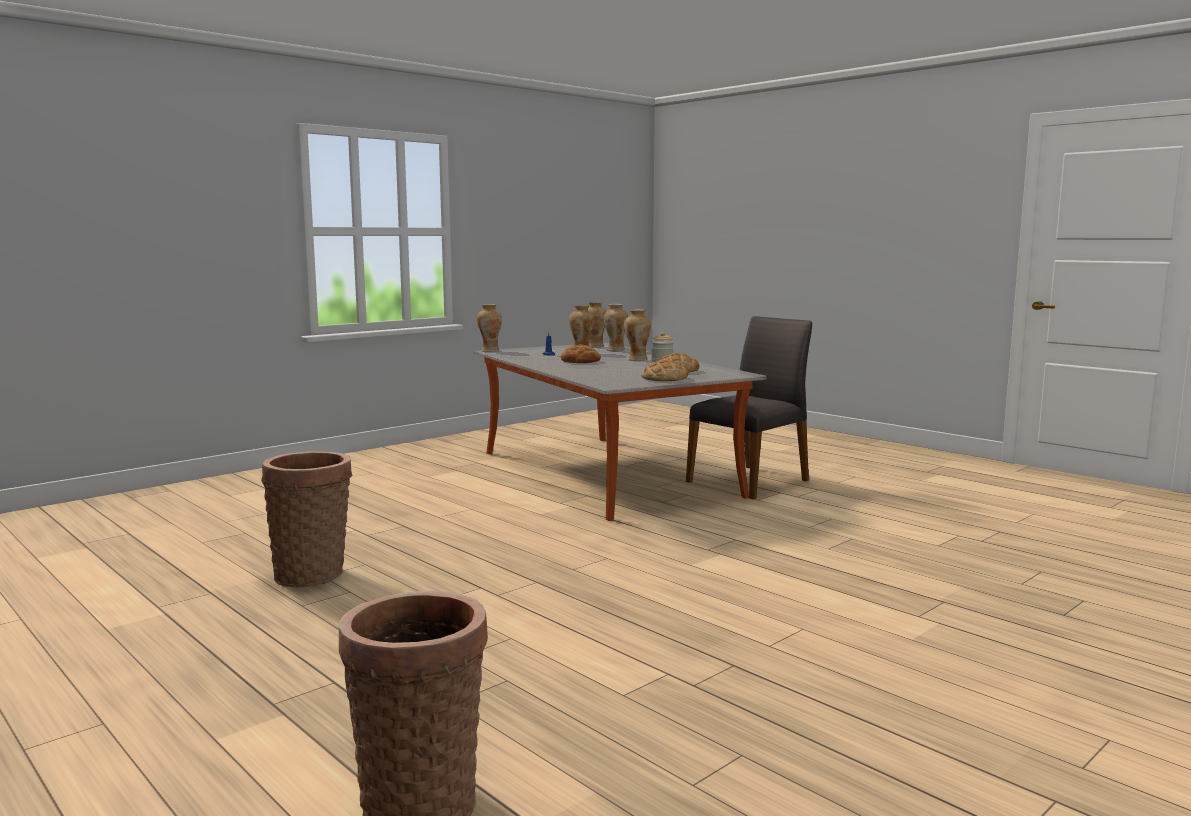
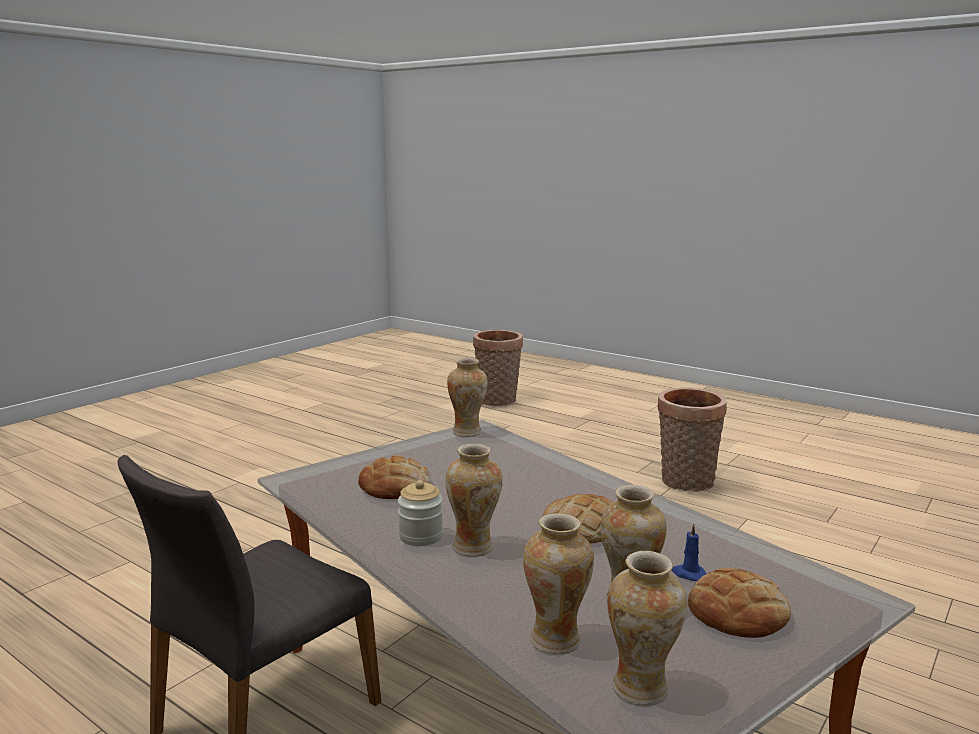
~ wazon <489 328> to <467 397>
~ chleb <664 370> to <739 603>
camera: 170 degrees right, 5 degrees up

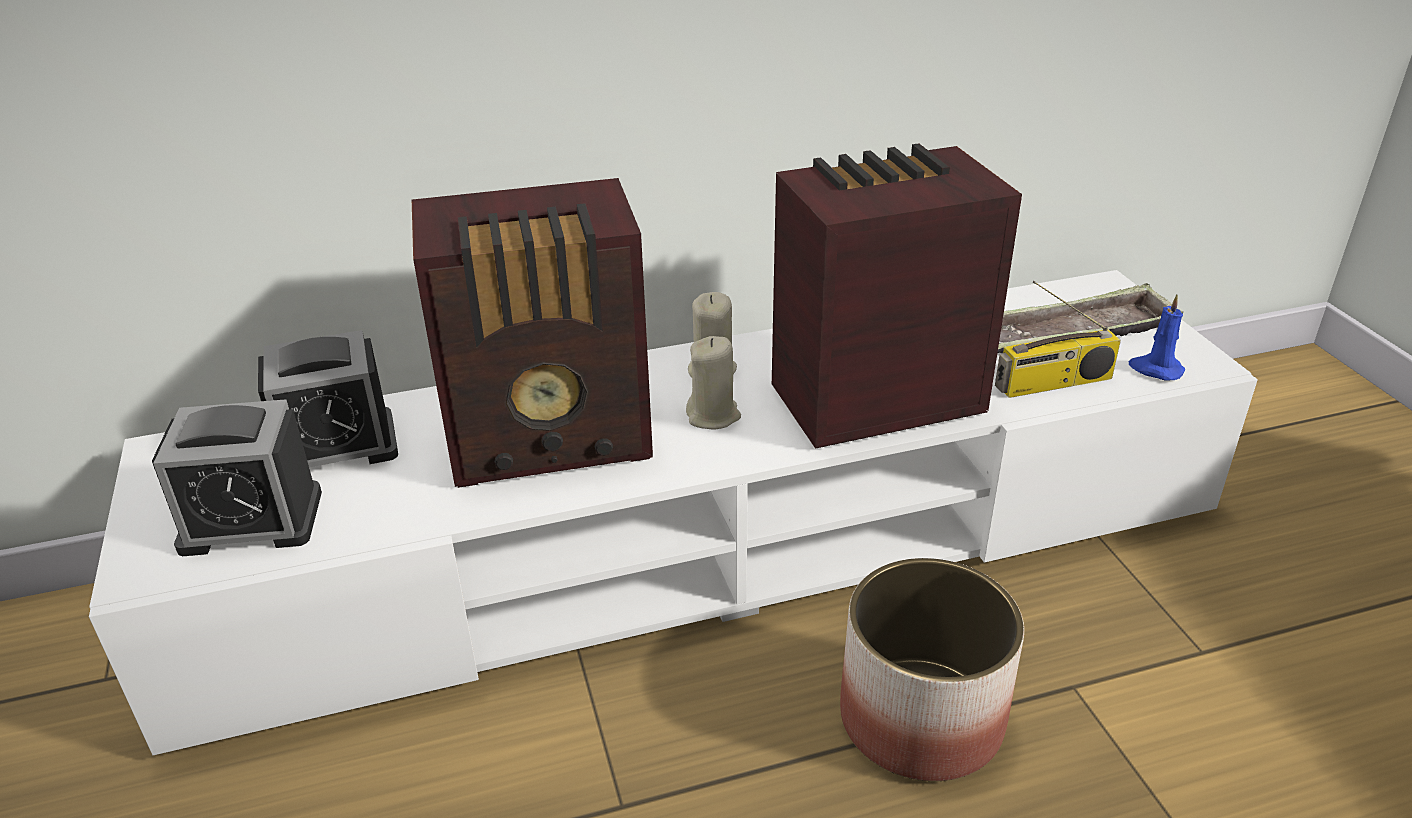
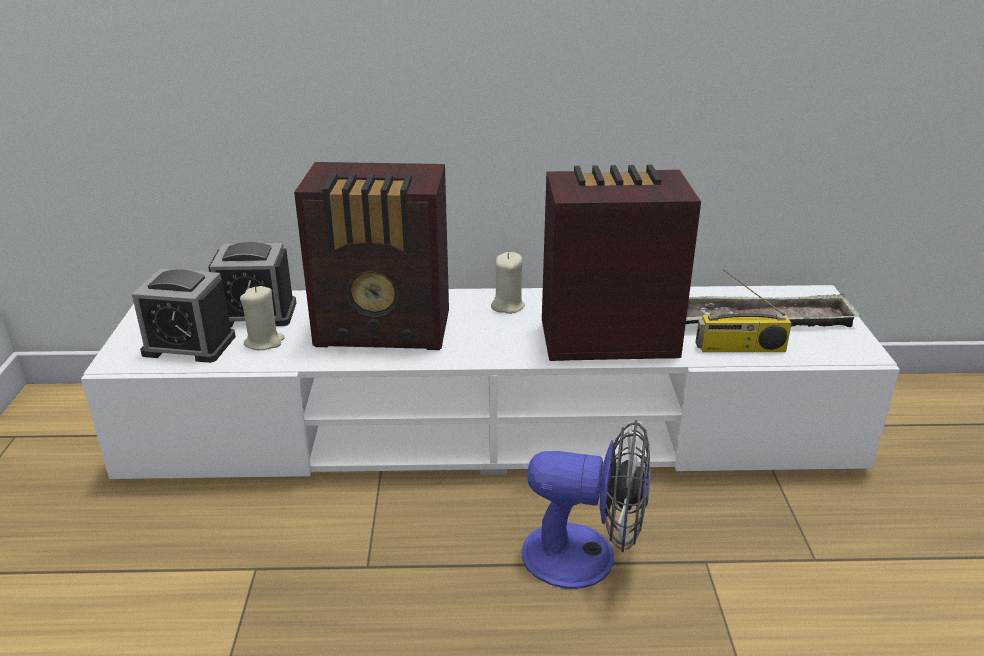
- świeca/niebieski <1157 337>
~ świeca/beżowy <713 382> to <262 318>
~ donica <932 669> to wentylator <586 504>
camera: 15 degrees right, 5 degrees down

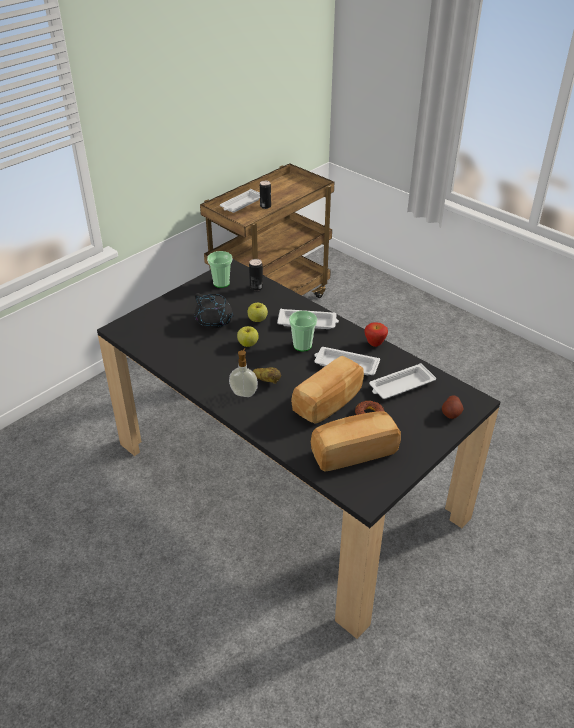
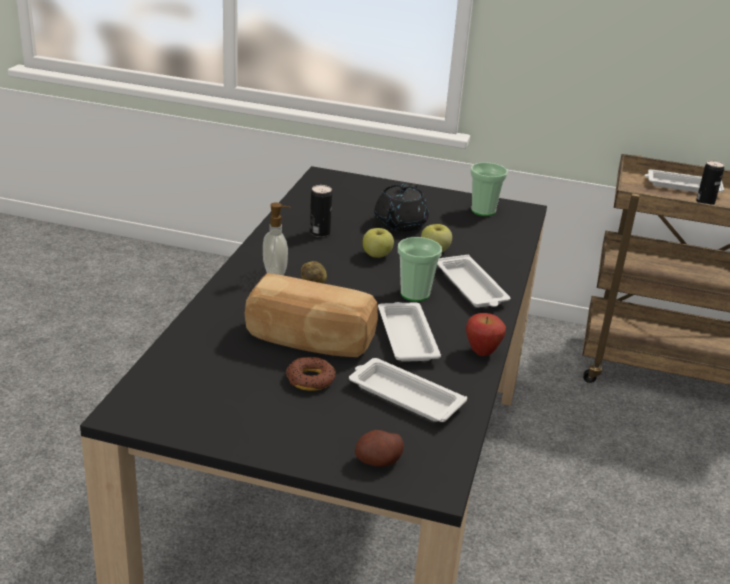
- chleb <356 441>
~ puszka <256 275> to <321 211>
camera: 60 degrees right, 10 degrees down

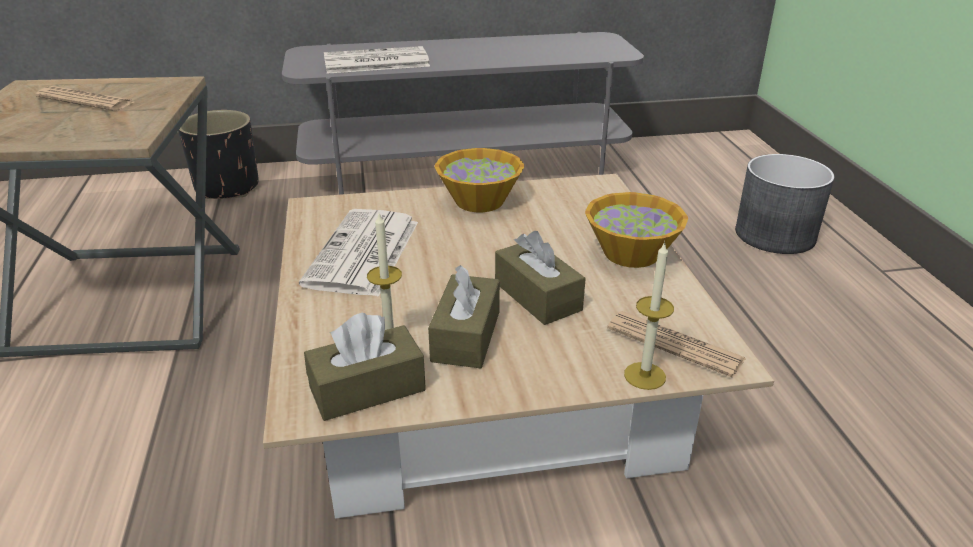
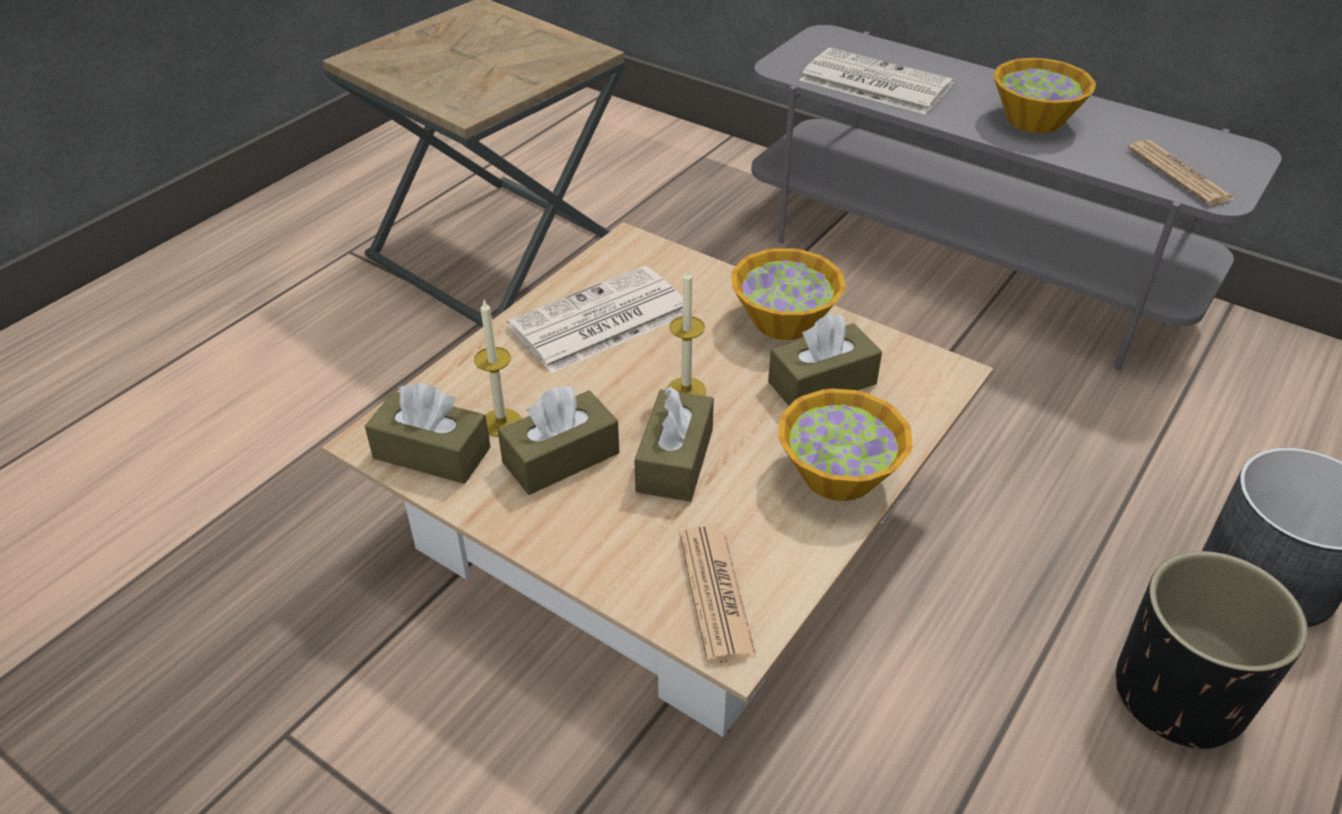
+ pudełko chusteczek/brązowy <825 360>
+ miska <1044 95>
~ gazeta <85 98> to <1181 173>
~ donica/czarny <218 154> to <1212 651>
~ świeca <649 315> to <686 332>
camera: 45 degrees right, 10 degrees up

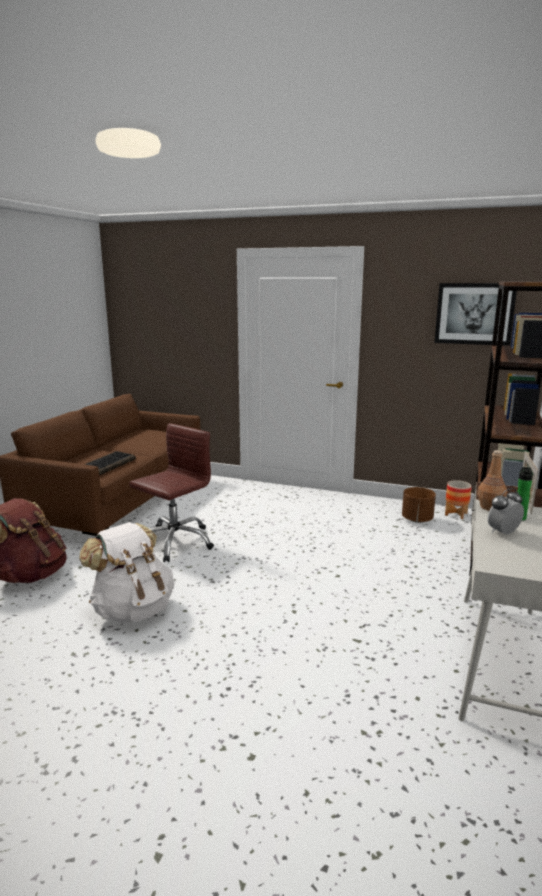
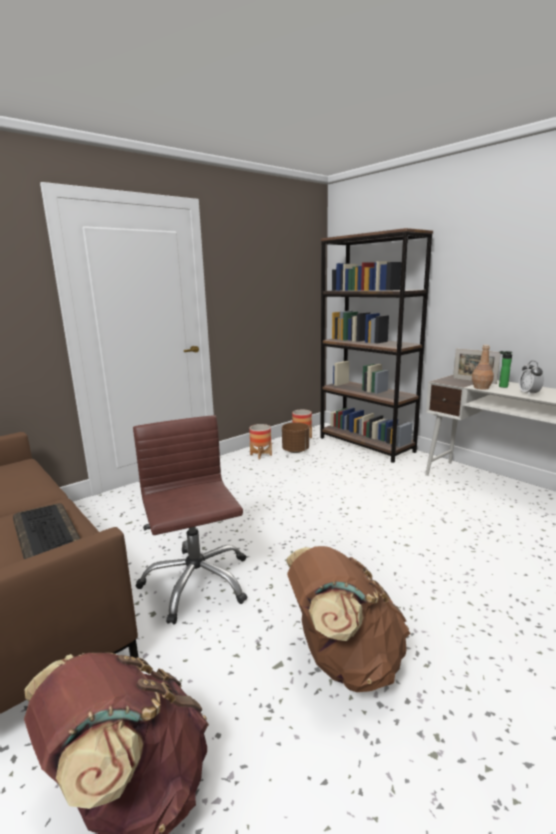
- obraz <475 314>
+ donica <260 441>
~ plecak/biały <127 572> to plecak/brązowy <348 619>
camera: 60 degrees left, 0 degrees up

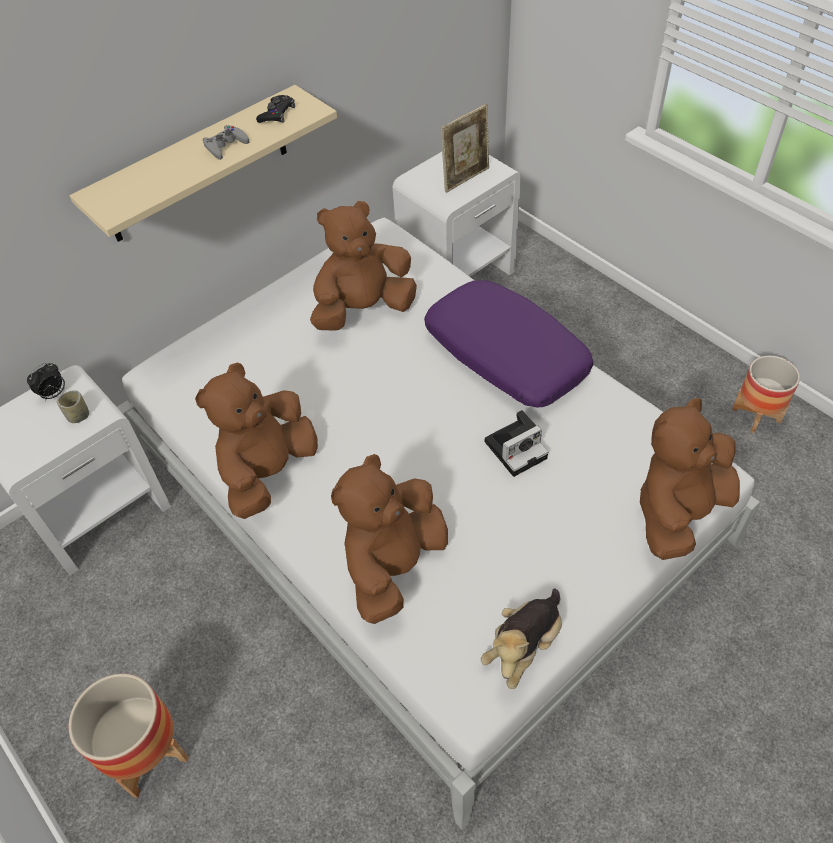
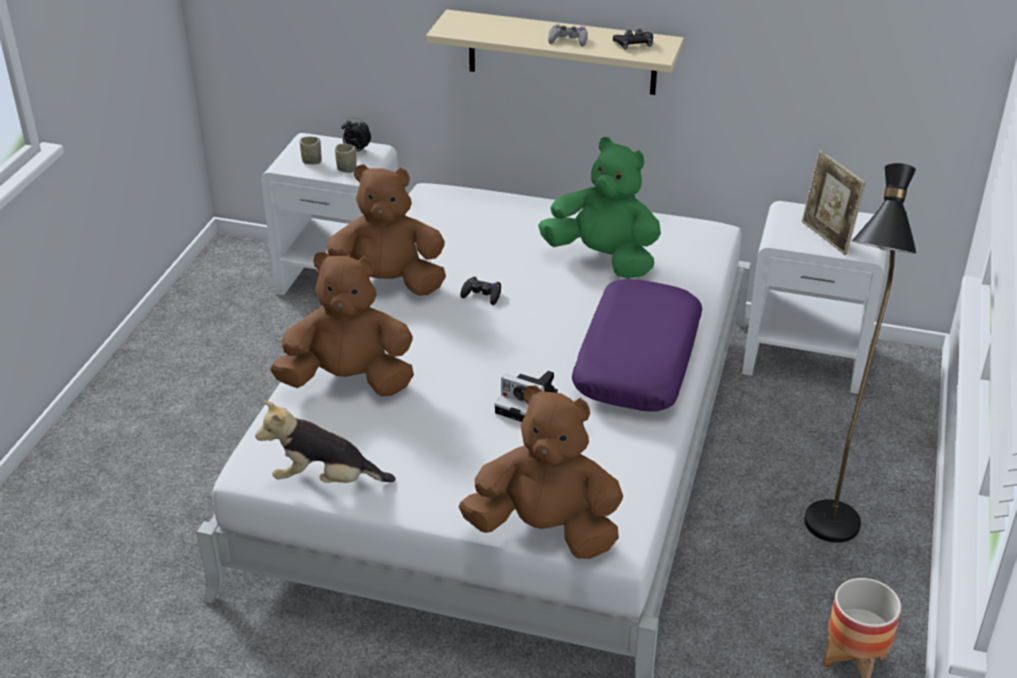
- donica <128 735>
+ filiżanka <310 150>
+ pad do gier/czarny <481 291>
+ lampa stojąca/czarny <860 353>
~ pluszak/brązowy <363 265> to pluszak/zielony <599 208>
~ ramka na zdjęcie <465 148> = <834 202> 45 degrees clockwise
camera: 55 degrees right, 15 degrees down

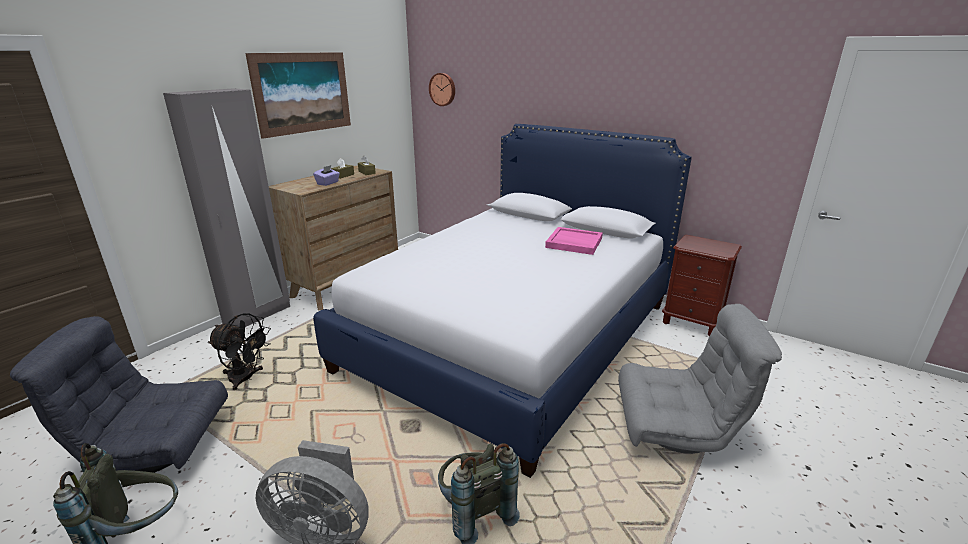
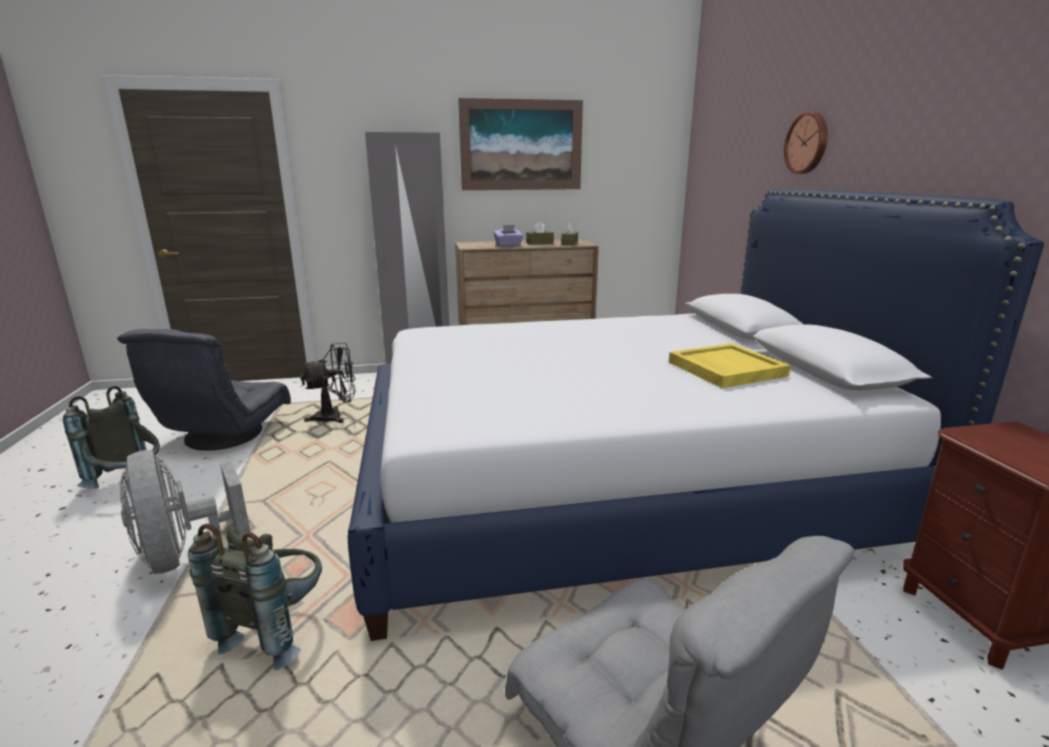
~ zegar ścienny <442 89> to <806 143>
~ taca/różowy <574 241> to taca/żółty <730 365>
~ fotel/szary <119 394> = <204 390> 120 degrees counterclockwise
~ wentylator/czarny <239 351> = <328 383> 90 degrees counterclockwise
camera: 45 degrees right, 5 degrees down

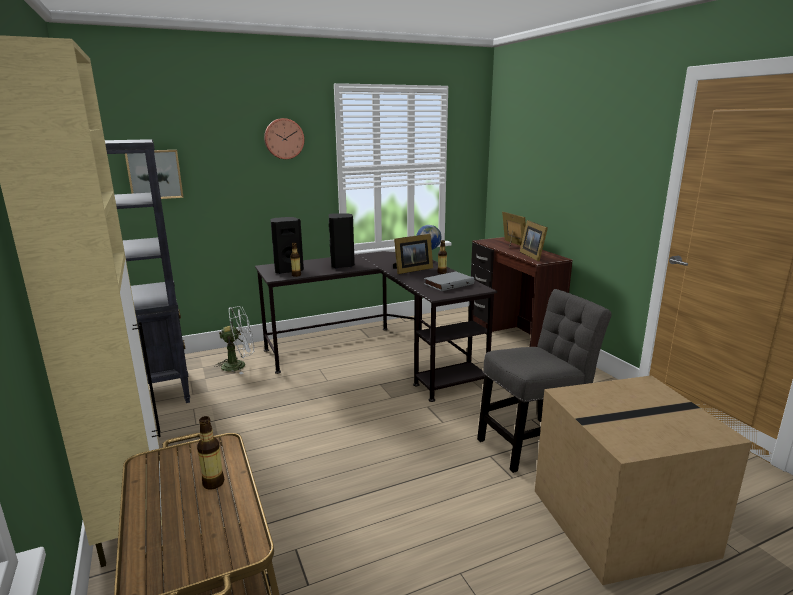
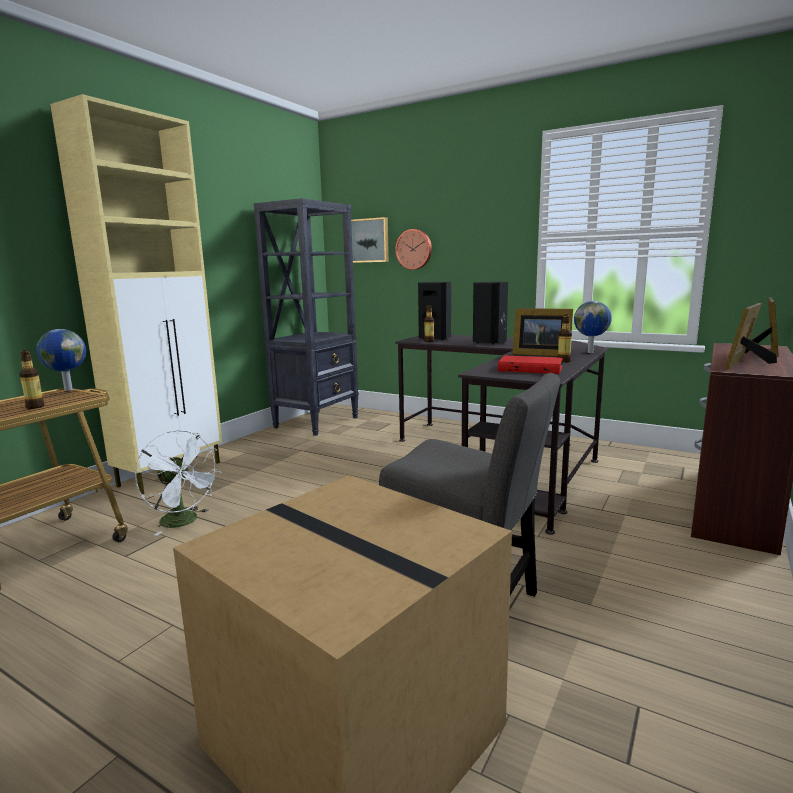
+ globus <61 360>
~ wentylator/biały <234 340> to <178 483>
~ zegar ścienny <284 138> to <413 249>
~ książka/szary <449 281> to książka/czerwony <530 364>
camera: 55 degrees right, 5 degrees down

